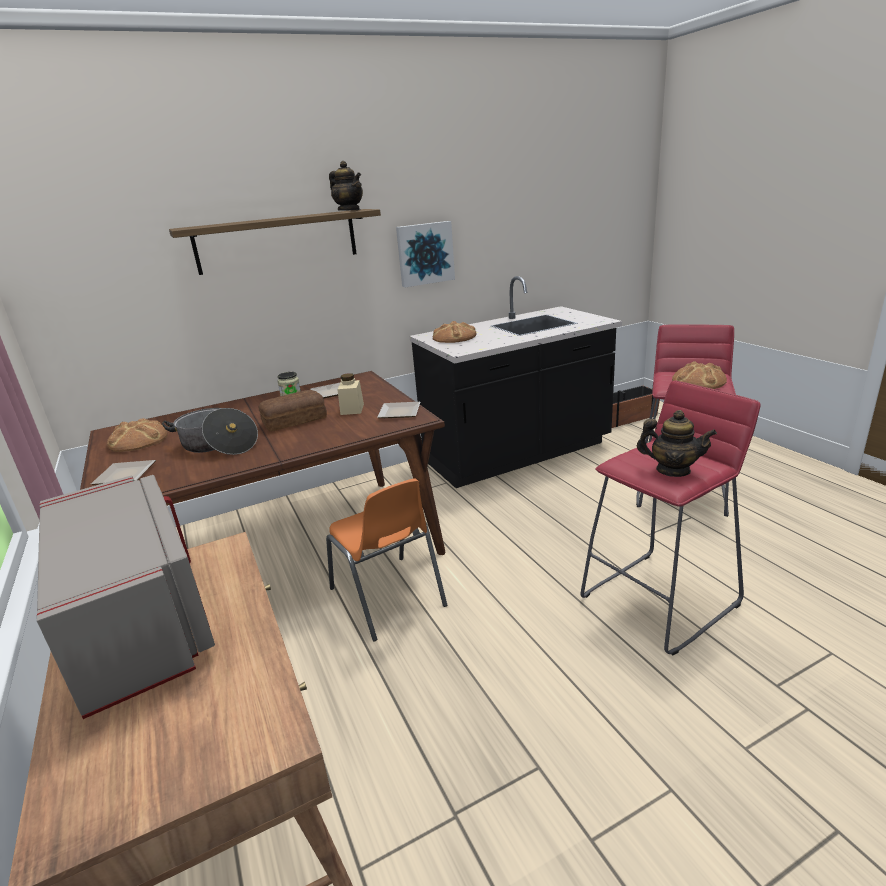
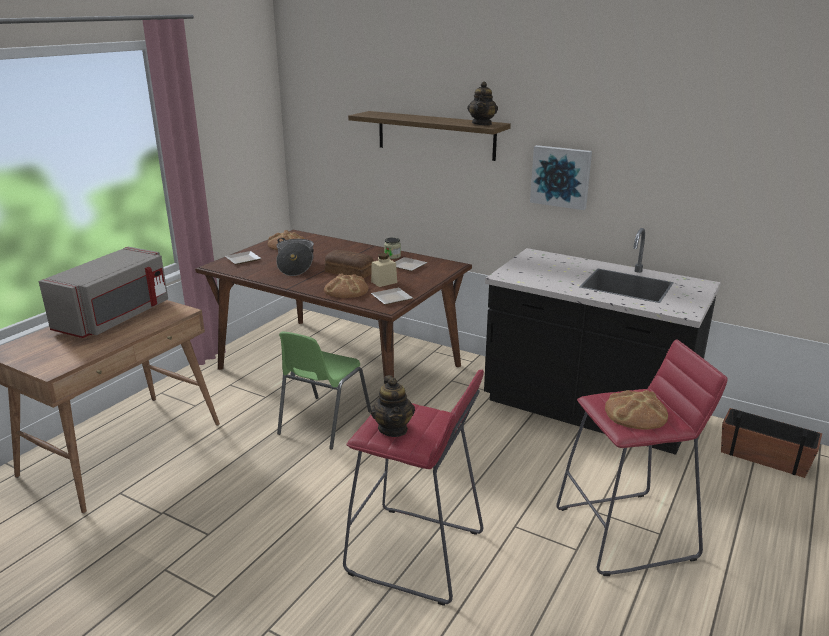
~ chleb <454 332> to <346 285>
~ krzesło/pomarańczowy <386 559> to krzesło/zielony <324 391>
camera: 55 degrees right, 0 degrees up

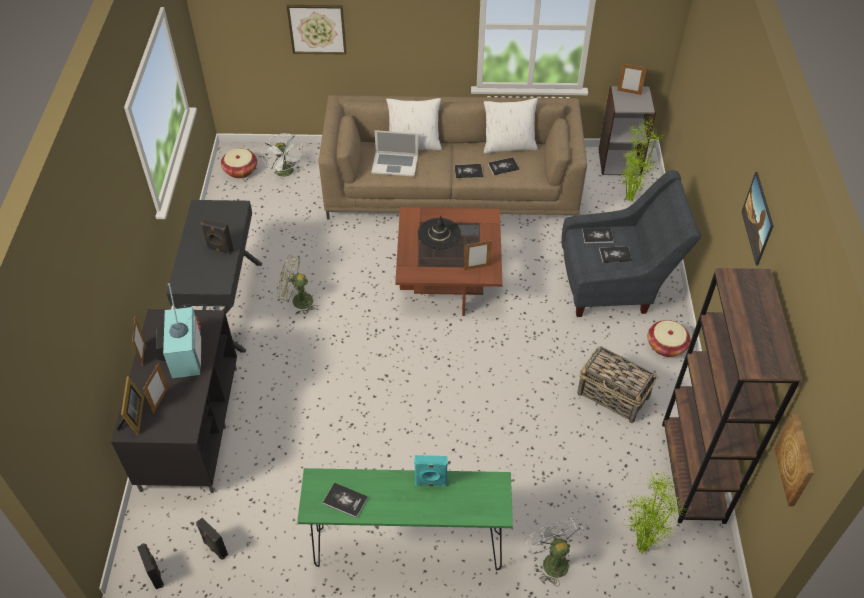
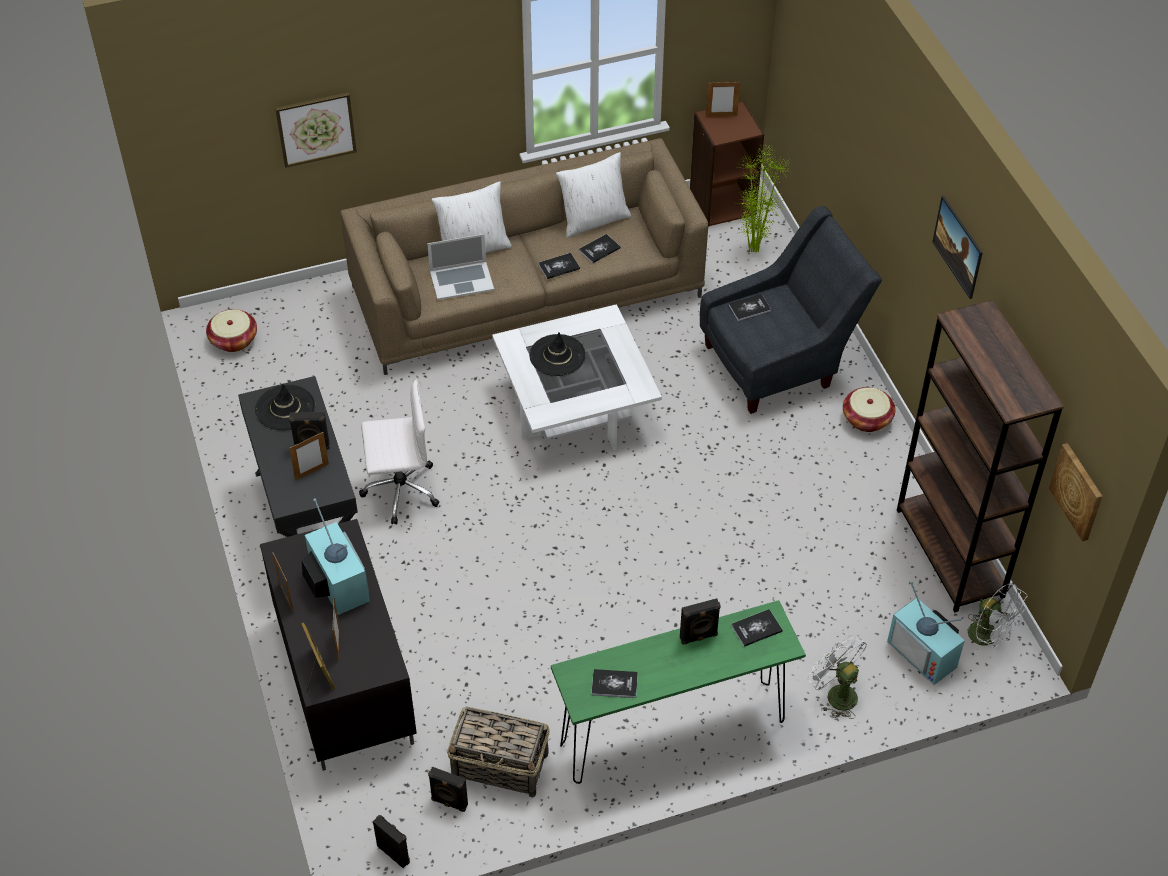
+ kapelusz/czarny <285 407>
~ wentylator/biały <283 156> to <997 619>
~ ramka na zdjęcie <478 255> to <309 456>
~ koszyk <617 384> to <498 752>
~ książka <615 254> to <757 628>
~ wentylator/zielony <298 284> to krzesło biurowe/biały <399 452>
~ roślina doniczkowa <656 513> to telewizor <926 633>
~ ława/brązowy <449 261> to ława/biały <577 377>
~ głośnik/turkusowy <431 470> to głośnik/czarny <700 621>
~ regał/szary <627 131> to regał/brązowy <727 164>
camera: 20 degrees left, 0 degrees up

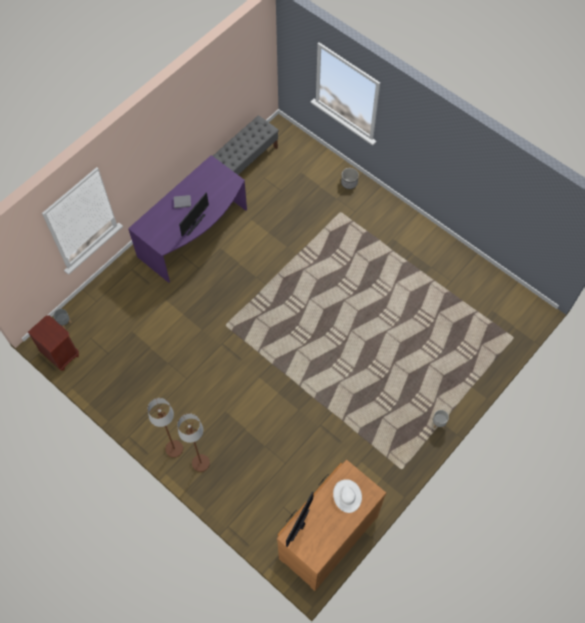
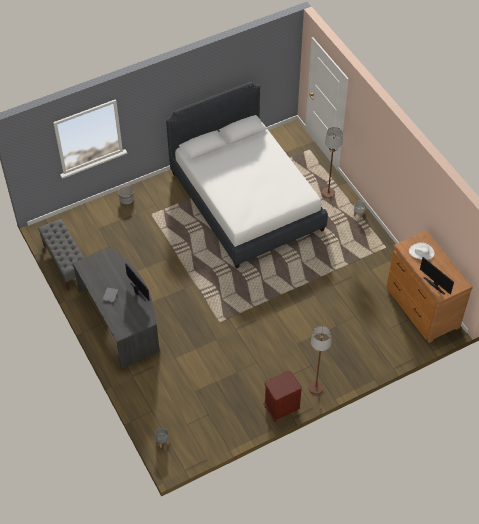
+ łóżko/biały <247 175>
~ szafka nocna/brązowy <53 343> to <283 396>
~ lampa stojąca/brązowy <193 442> to <332 162>
~ biurko/fioletowy <187 219> to biurko/szary <116 308>
camera: 70 degrees left, 10 degrees down

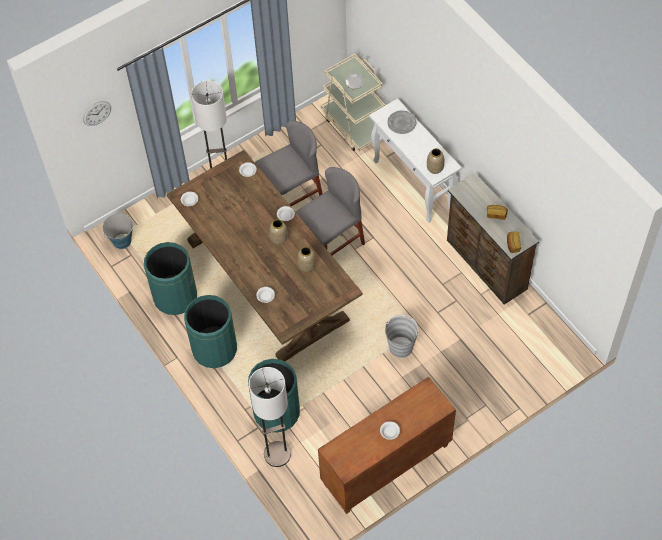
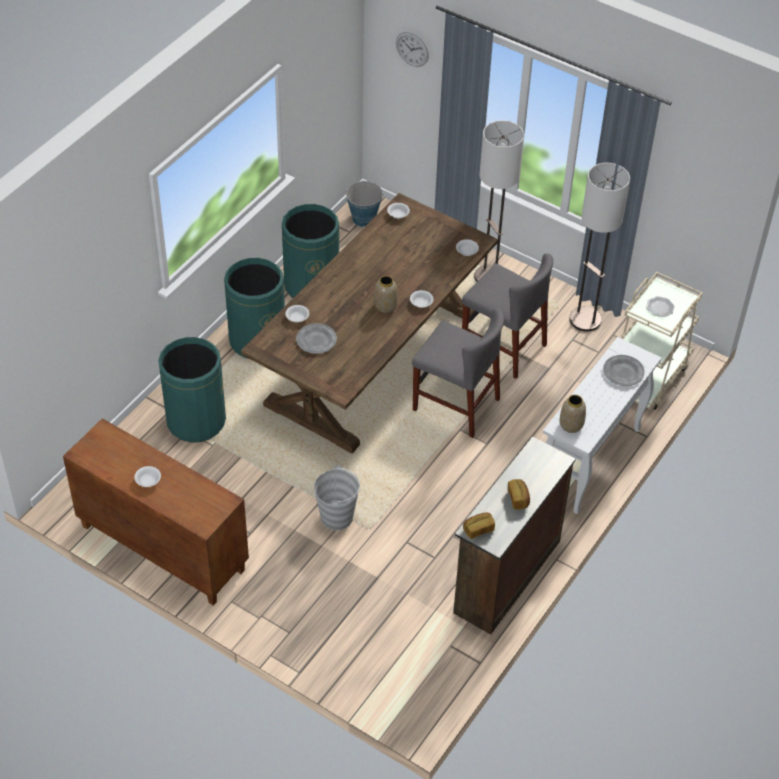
- wazon <306 259>
+ talerz/szary <316 338>
~ lampa stojąca <270 417> to <600 247>
camera: 65 degrees right, 10 degrees down

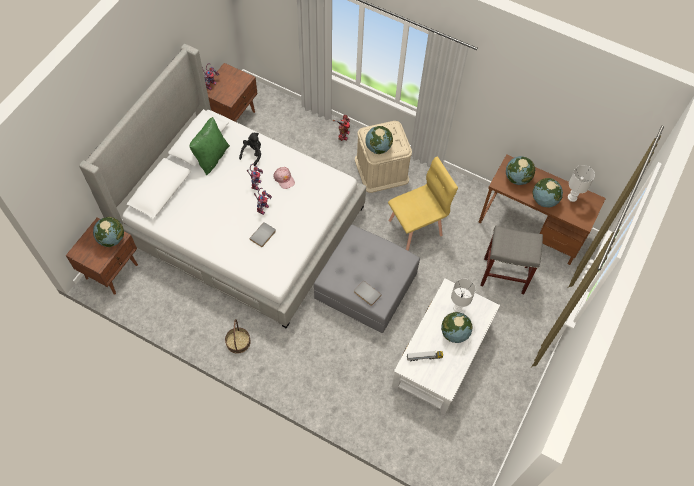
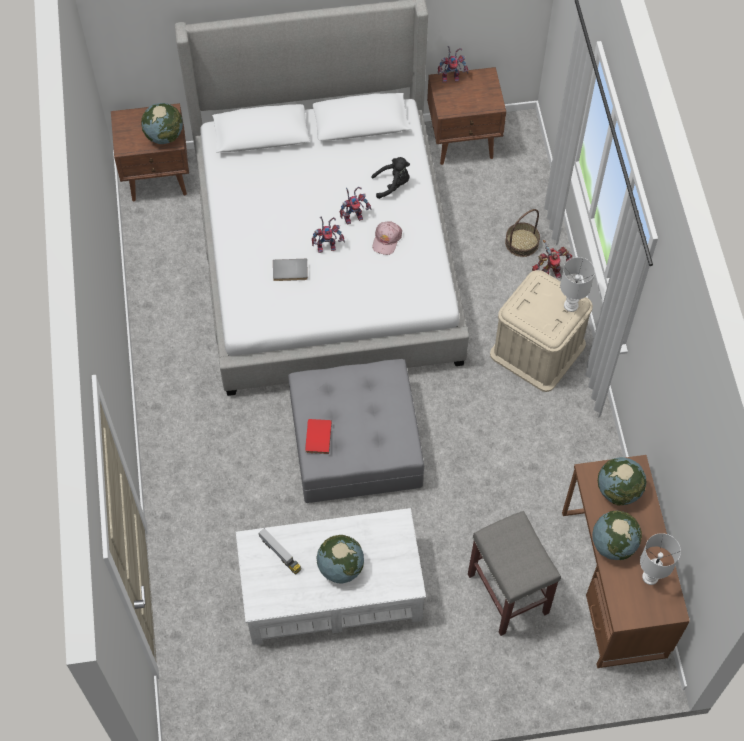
- poduszka/zielony <209 146>
- globus <379 140>
- krzesło/żółty <423 203>
~ koszyk <238 336> to <522 233>
~ lampa stołowa/biały <463 295> to <577 284>
~ książka/szary <368 293> to książka/czerwony <318 436>
camera: 55 degrees right, 0 degrees up

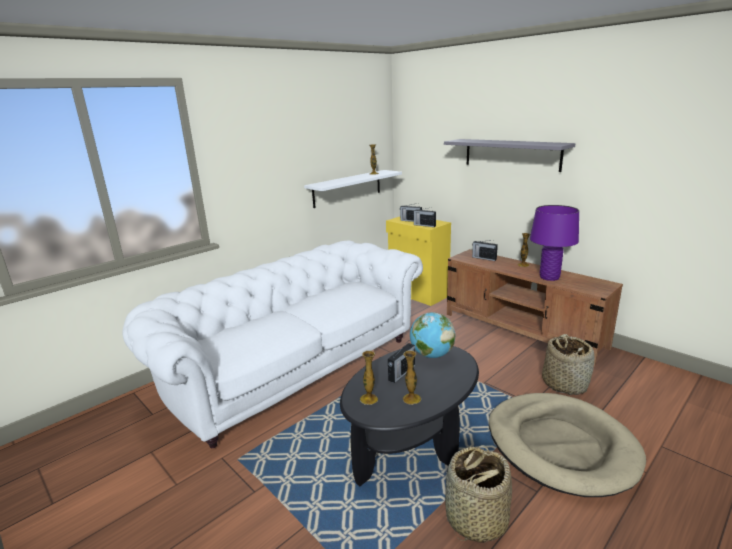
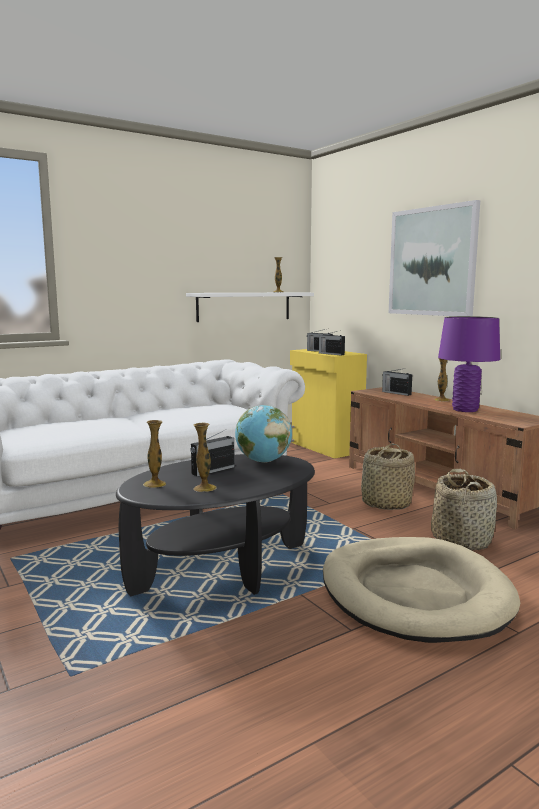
~ koszyk <478 494> to <388 477>
~ półka/szary <510 155> to obraz <434 258>
camera: 10 degrees right, 10 degrees down

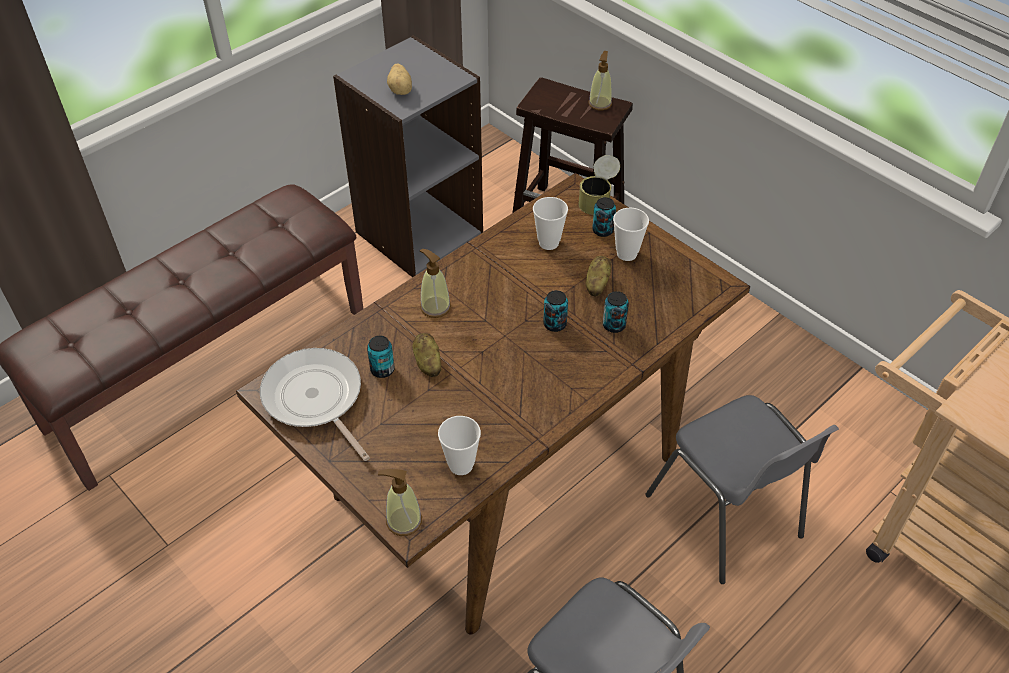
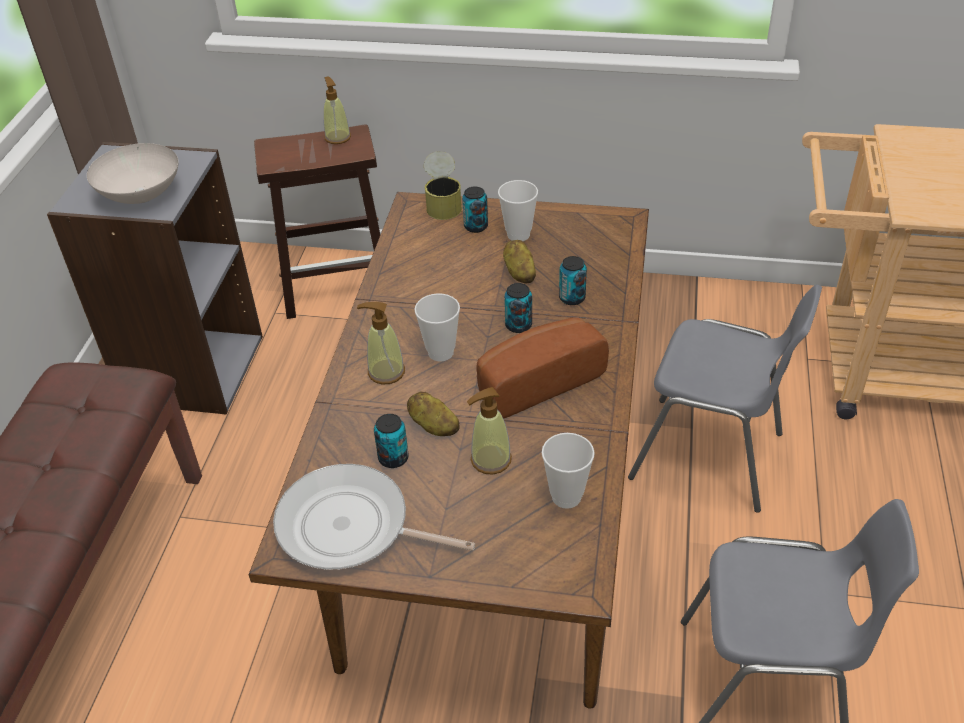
+ chleb <542 368>
~ dozownik mydła <400 502> to <489 431>
~ filiżanka <550 223> to <437 327>
~ ziemniak <399 79> to miska/biały <133 173>
camera: 35 degrees left, 5 degrees down

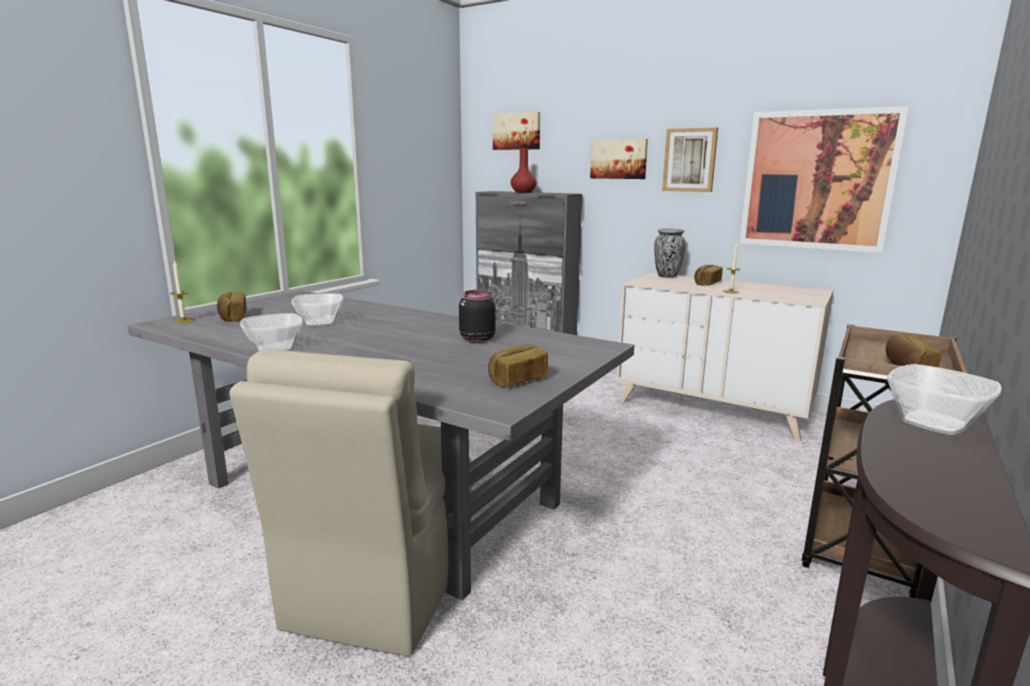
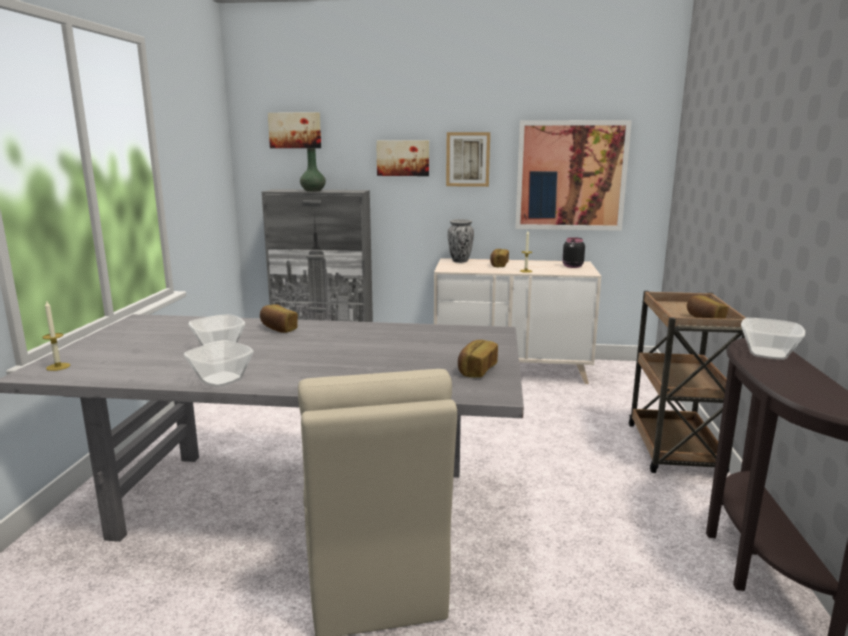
~ chleb <232 307> to <279 318>
~ słoik/czarny <477 316> to <574 252>
~ wazon/czerwony <524 170> to wazon/zielony <313 170>
camera: 25 degrees left, 0 degrees up

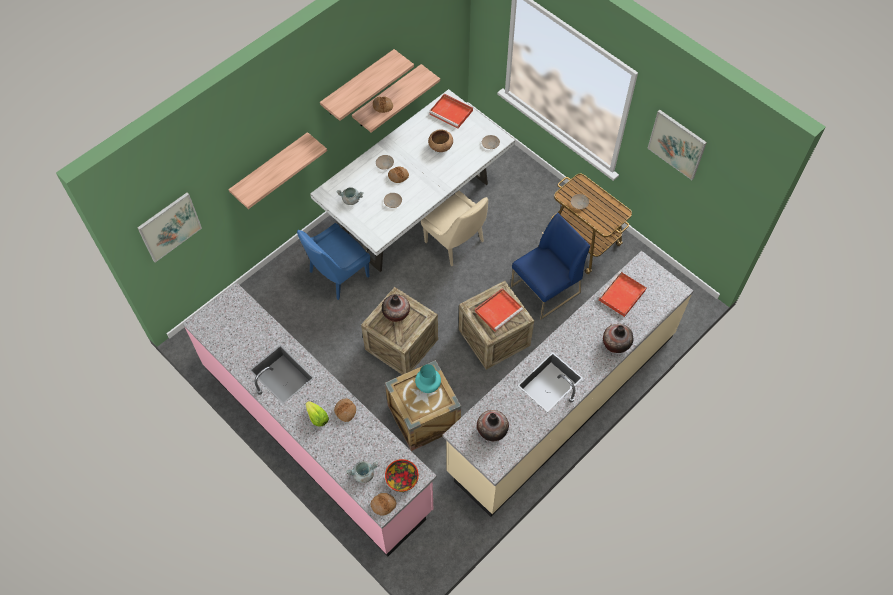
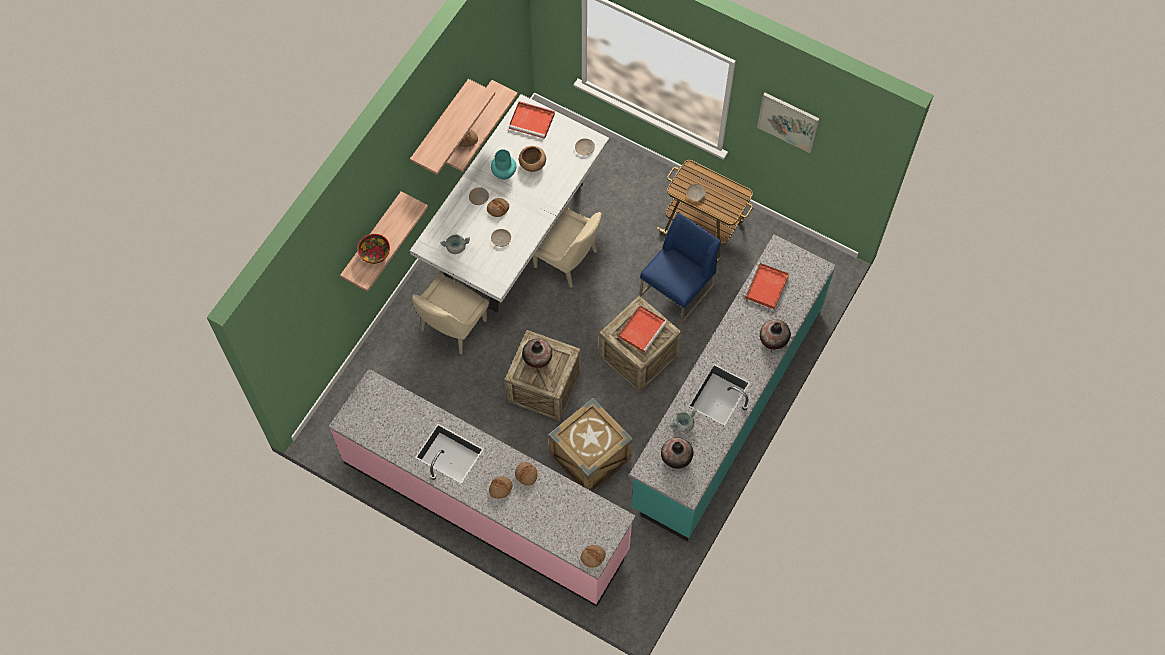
- obraz <169 227>
~ garnek/szary <362 472> to <683 420>
~ miska <402 475> to <373 249>
~ wazon/turkusowy <428 378> to <503 164>
~ sałata <317 413> to chleb <501 487>
~ krzesło/niebieski <333 261> to krzesło/beżowy <450 313>
~ zabudowa kuchenna/beżowy <567 384> to zabudowa kuchenna/turkusowy <732 387>
camera: 15 degrees left, 5 degrees up

